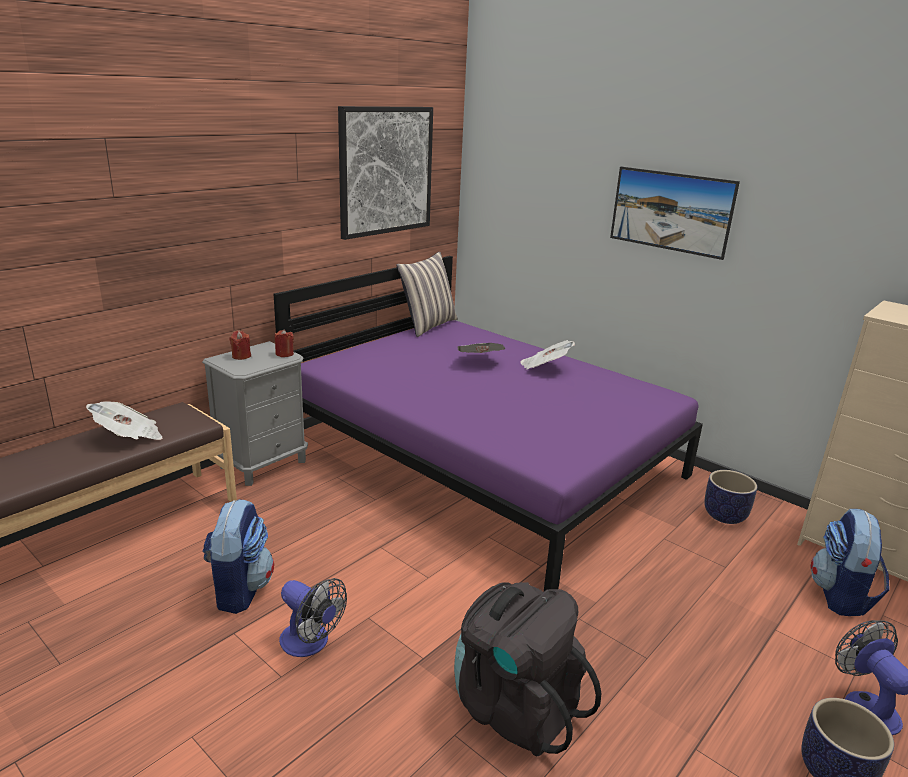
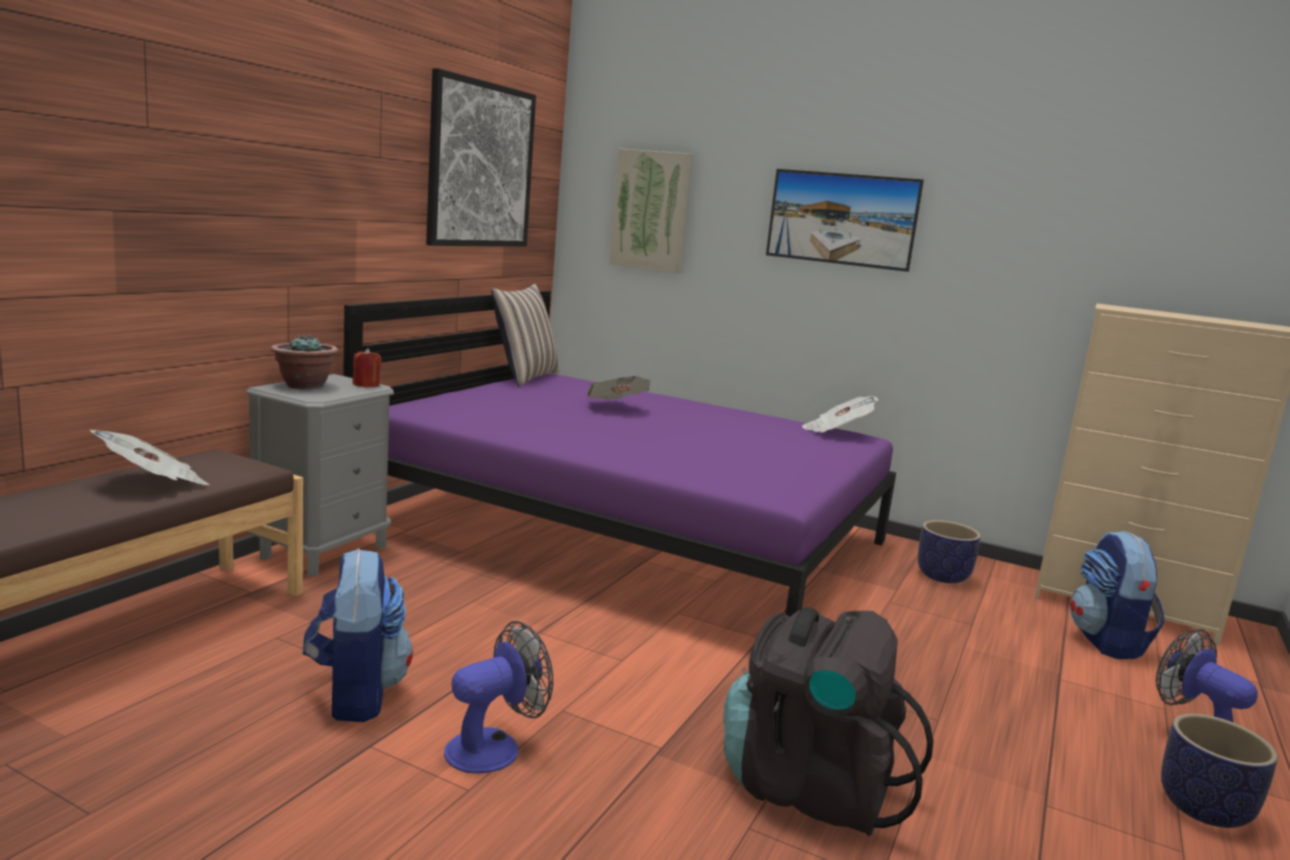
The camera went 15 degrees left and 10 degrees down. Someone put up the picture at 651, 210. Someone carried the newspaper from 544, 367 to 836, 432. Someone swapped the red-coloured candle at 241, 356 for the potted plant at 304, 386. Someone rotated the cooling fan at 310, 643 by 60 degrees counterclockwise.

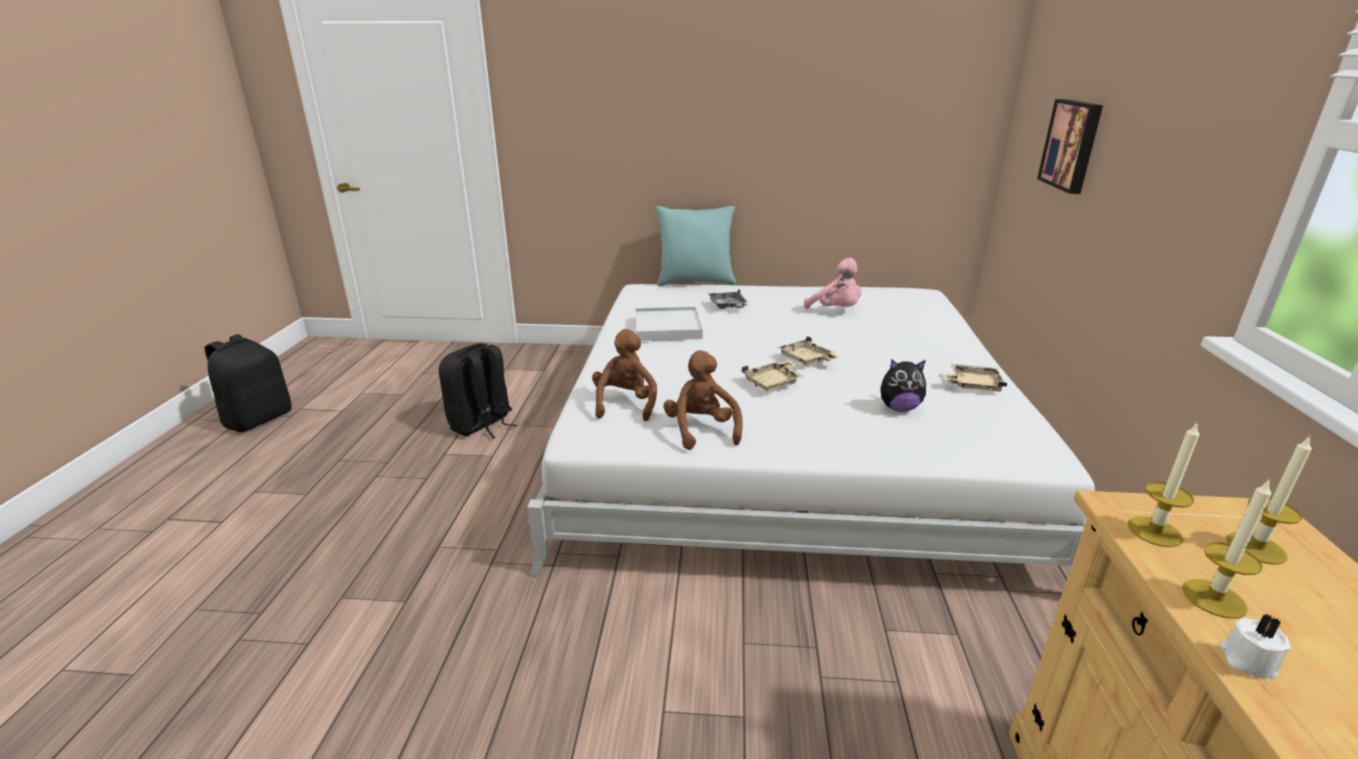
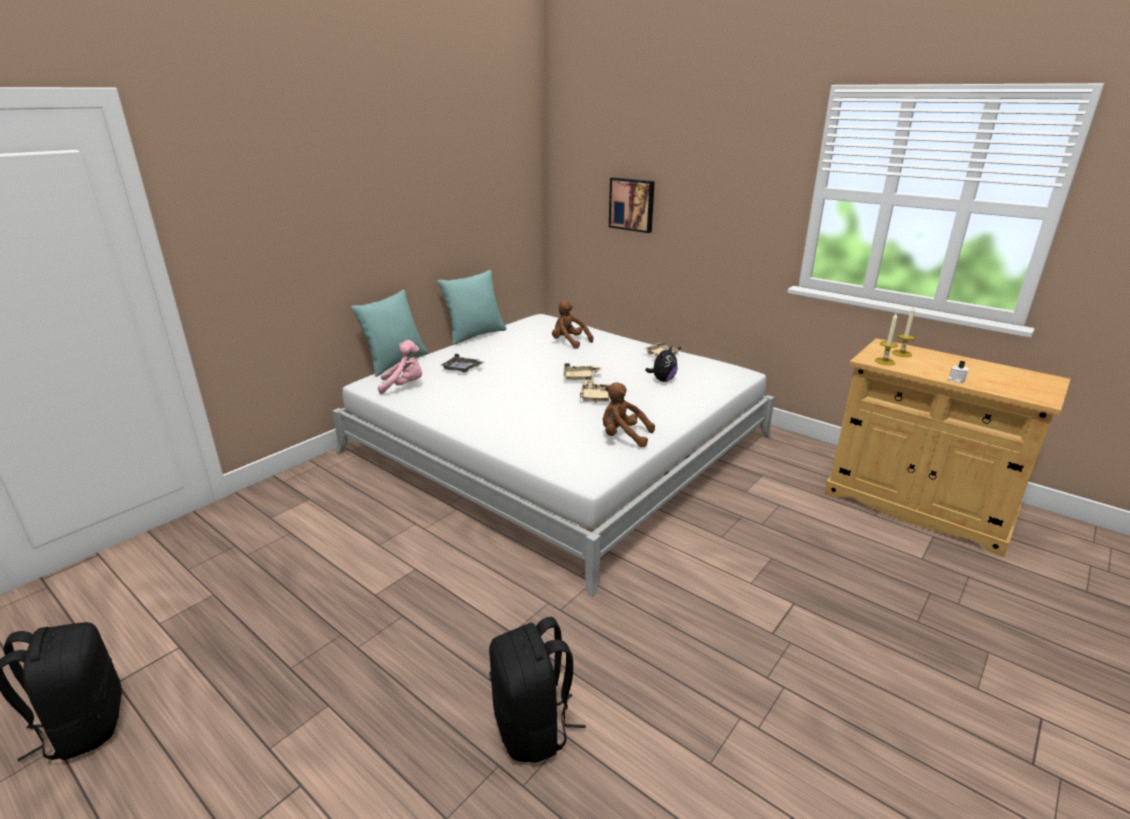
The camera went 55 degrees left and 0 degrees up. Someone took away the white-coloured serving tray at 667, 327. Someone took away the candle at 1214, 598. Someone put down the turquoise-coloured pillow at 475, 335. Someone carried the black knapsack from 481, 424 to 533, 727. Someone carried the brown-coloured cuddly toy from 625, 404 to 569, 342. Someone carried the pink cuddly toy from 836, 310 to 404, 386.

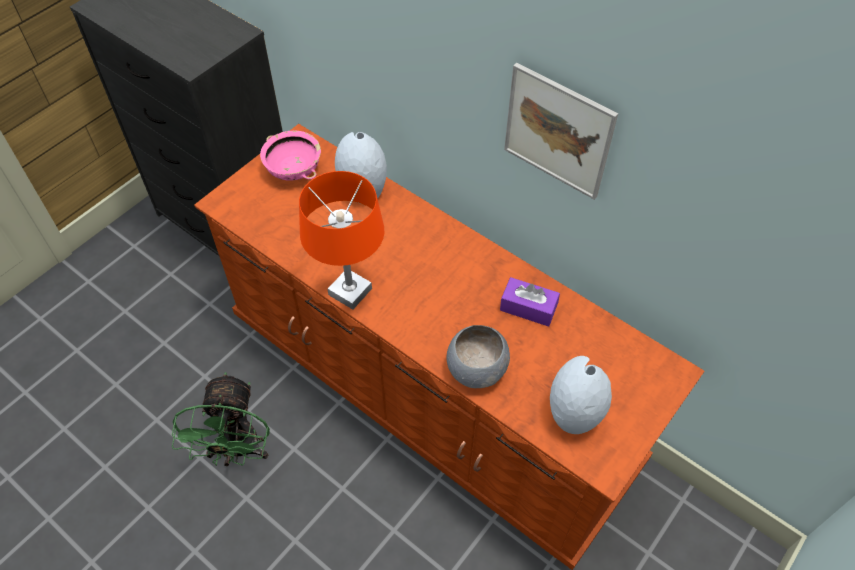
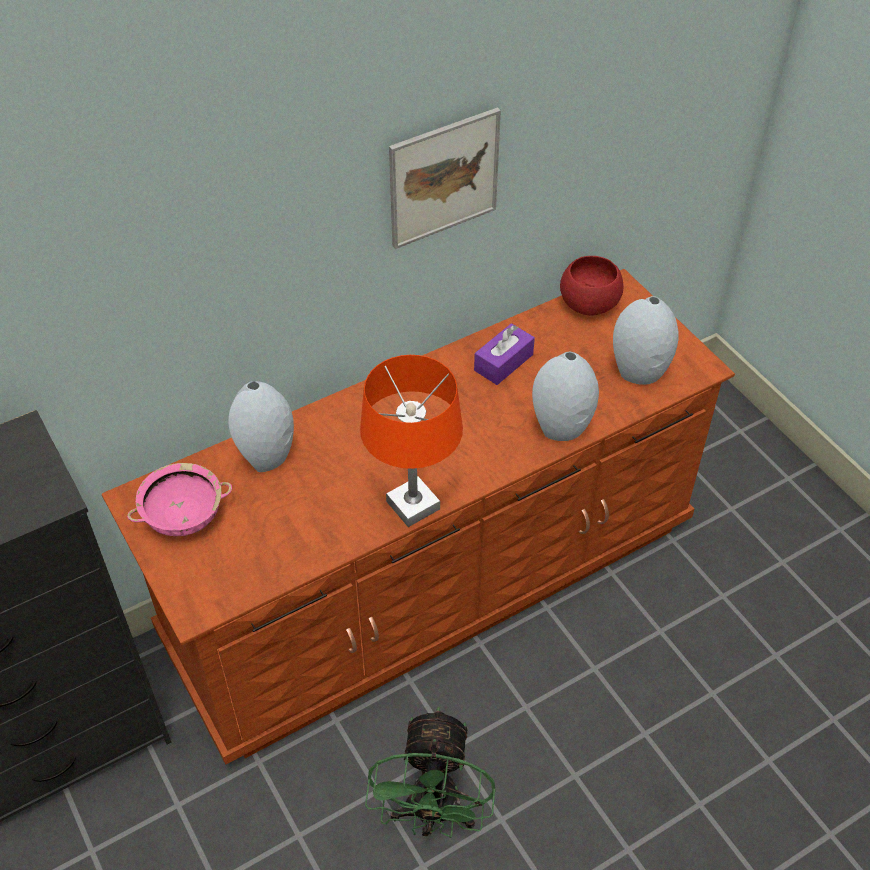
The camera went 70 degrees left and 5 degrees down. Someone put down the red-coloured bowl at 590, 304. Someone swapped the greyish bowl at 475, 369 for the greyish decorative vase at 561, 426. Someone rotated the greenish cooling fan at 238, 451 by 75 degrees clockwise.

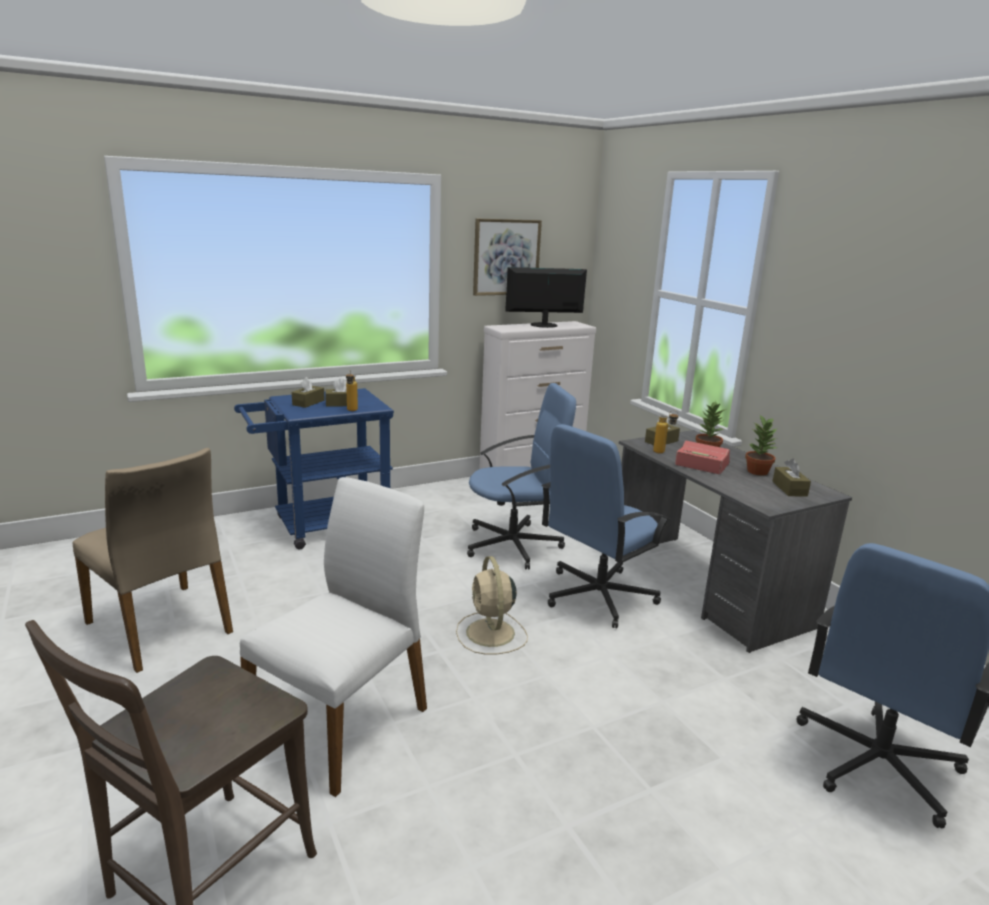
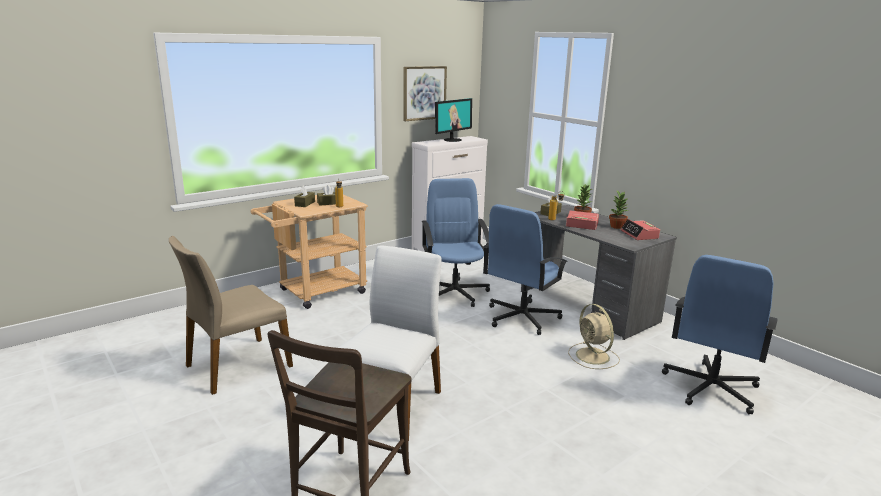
The camera went 10 degrees left and 0 degrees up. Someone carried the beige cooling fan from 491, 634 to 593, 357. Someone swapped the brown-coloured tissue box at 789, 489 for the table clock at 639, 235. Someone repainted the bluish wheeled cart at 322, 526, which became the beige wheeled cart at 316, 293. Someone rotated the beige plain chair at 162, 627 by 105 degrees clockwise. Someone rotated the bluish office chair at 514, 545 by 75 degrees counterclockwise. Someone rotated the monitor at 544, 325 by 150 degrees clockwise.

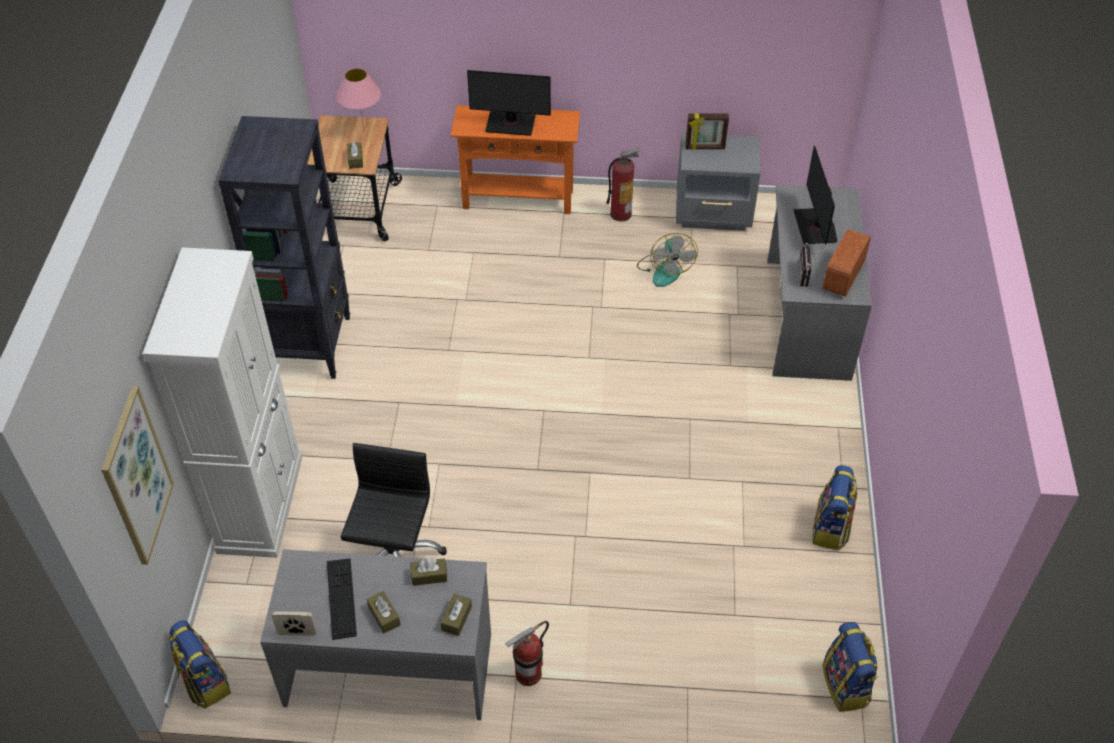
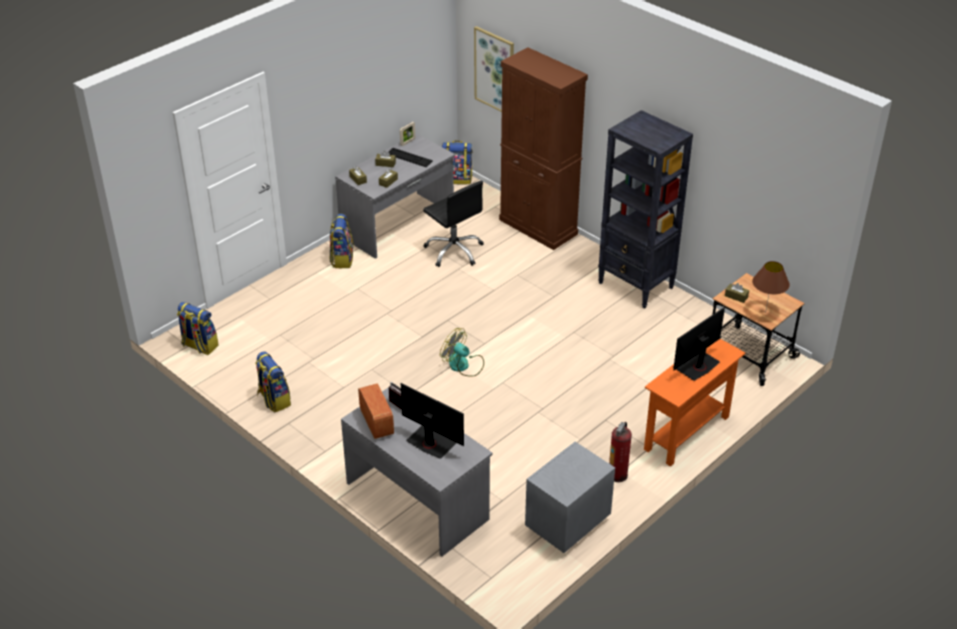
The camera went 130 degrees right and 10 degrees down. Someone took away the photo frame at 705, 148. Someone carried the cooling fan from 664, 269 to 463, 365. Someone swapped the fire extinguisher at 528, 674 for the knapsack at 342, 259. Someone repainted the white-coloured storage cabinet at 260, 504, which became the brown-coloured storage cabinet at 538, 227. Someone repainted the pink lamp for a table at 363, 131, which became the brown-coloured lamp for a table at 765, 312.

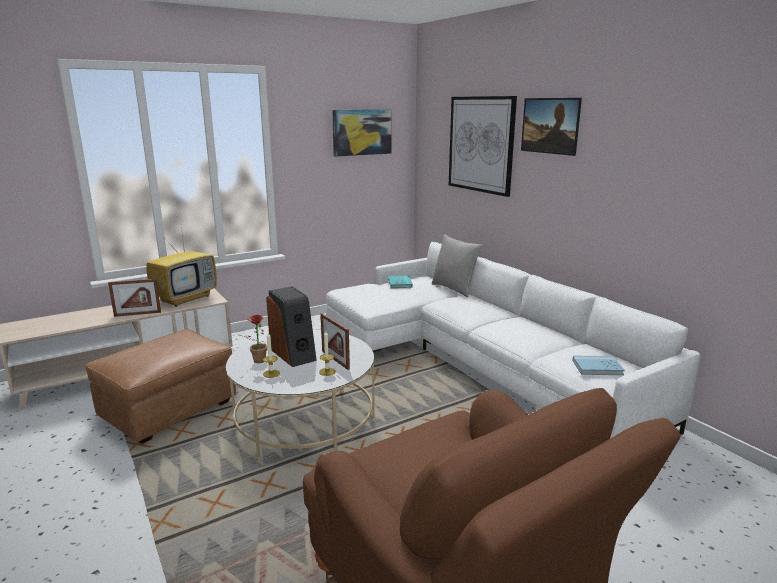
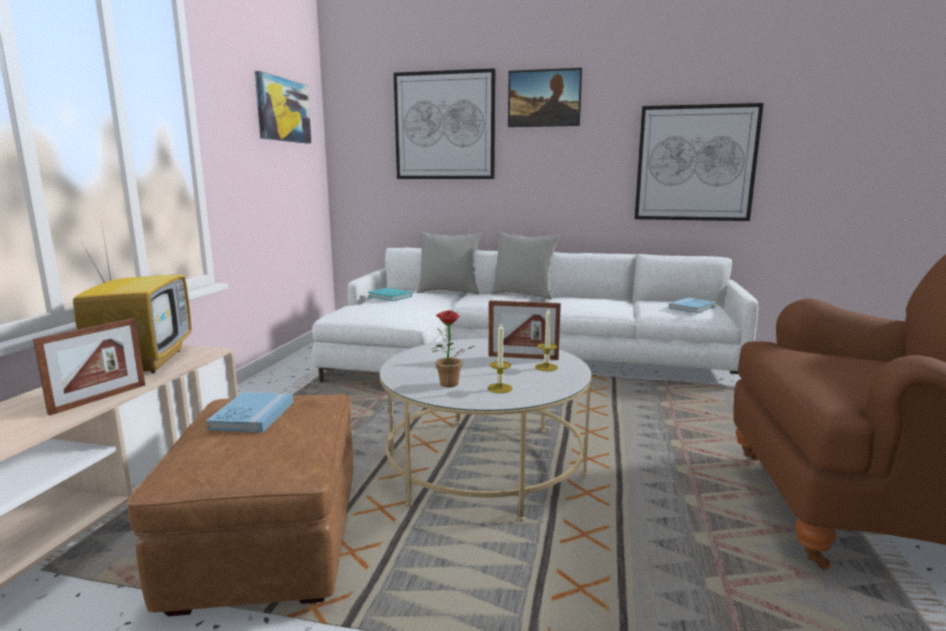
The camera went 45 degrees left and 5 degrees down. Someone took away the loudspeaker at 294, 354. Someone put down the bluish bound book at 252, 415. Someone put down the greyish pillow at 523, 295. Someone put up the picture at 695, 163.

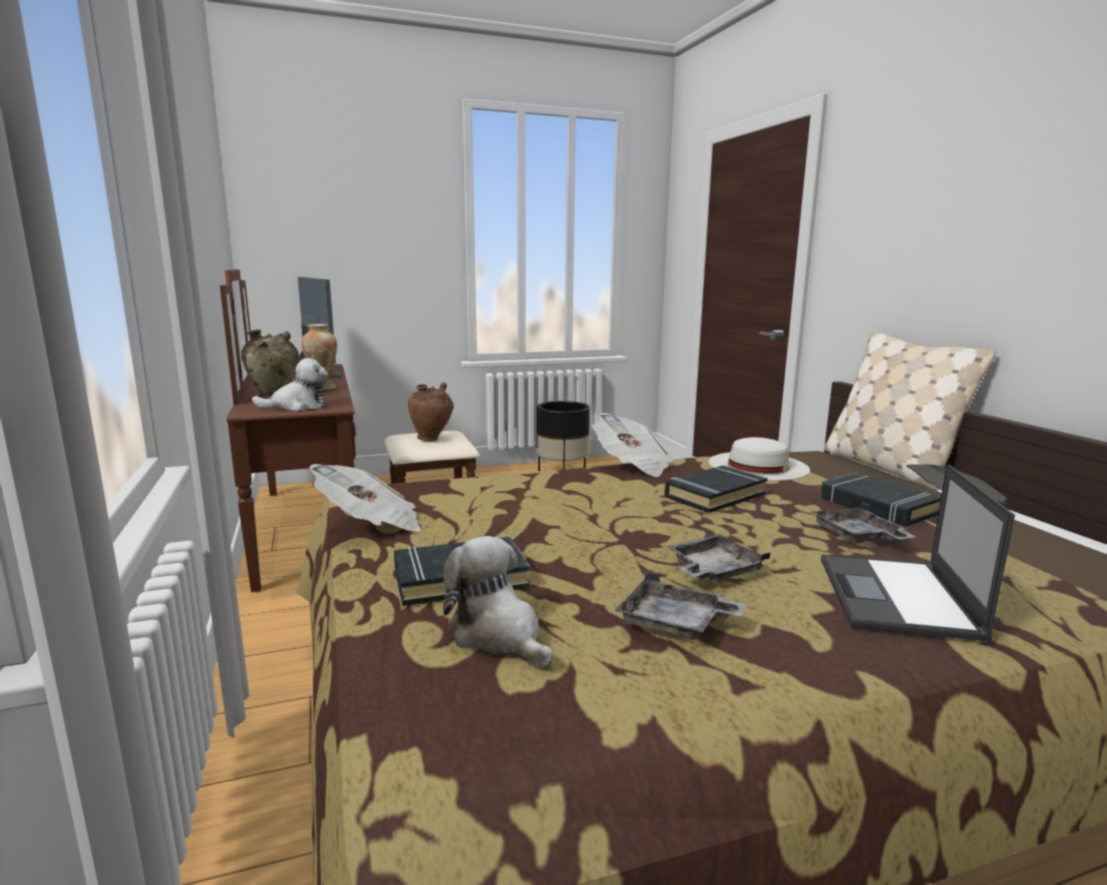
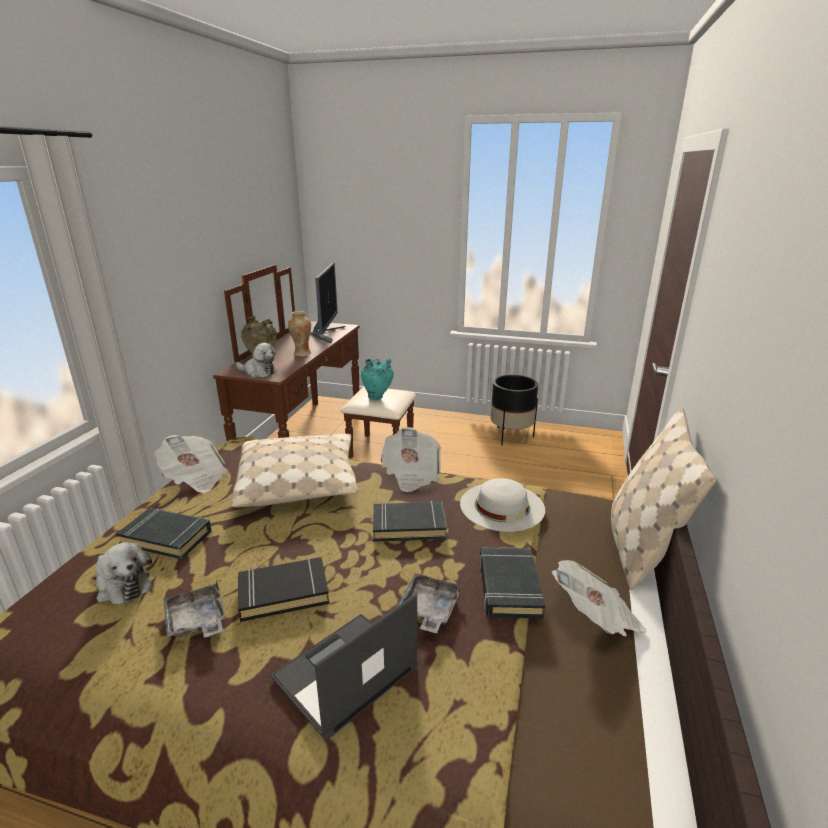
The camera went 35 degrees right and 10 degrees up. Someone put down the beige pillow at 299, 482. Someone swapped the greyish serving tray at 713, 571 for the black bound book at 283, 593. Someone repainted the brown-coloured decorative vase at 431, 439, which became the turquoise-coloured decorative vase at 377, 398. Someone rotated the cuddly toy at 498, 635 by 135 degrees clockwise.

